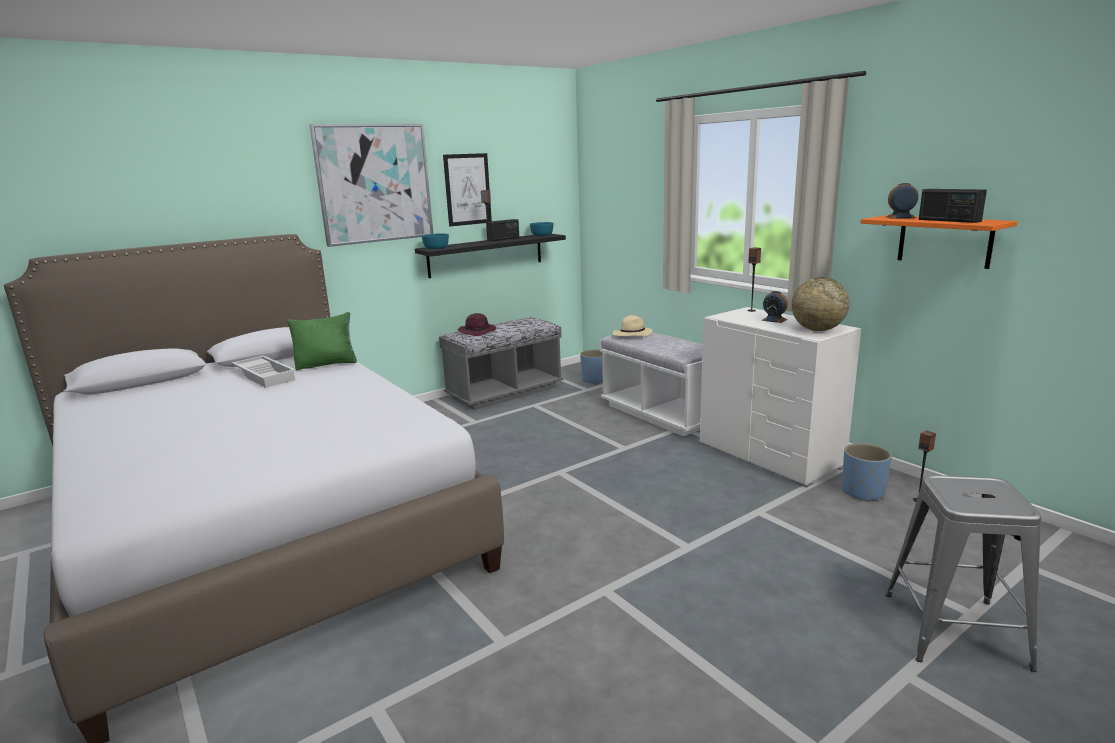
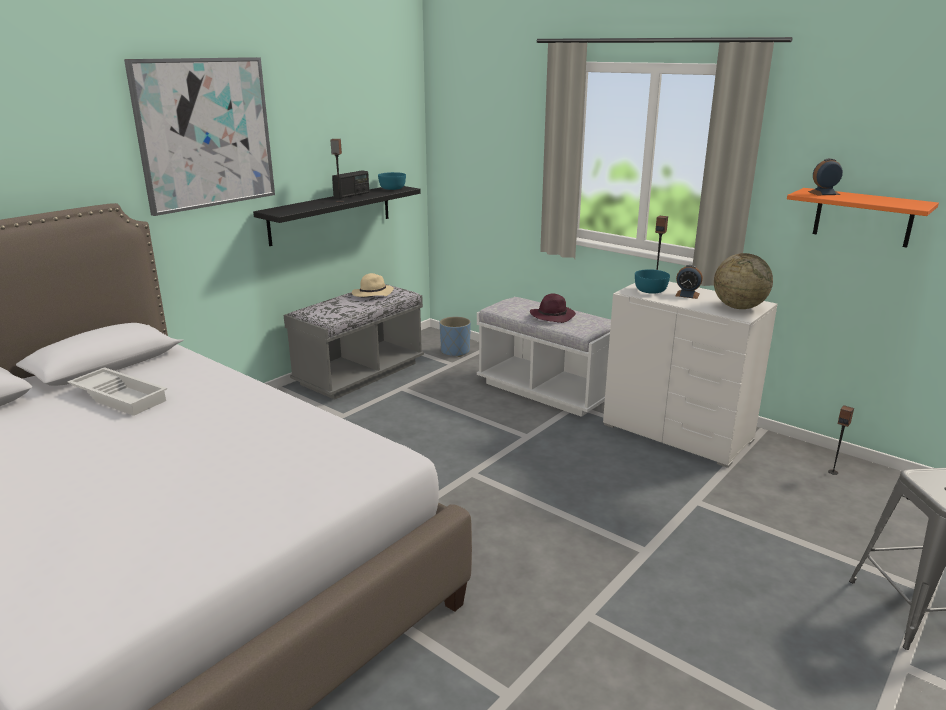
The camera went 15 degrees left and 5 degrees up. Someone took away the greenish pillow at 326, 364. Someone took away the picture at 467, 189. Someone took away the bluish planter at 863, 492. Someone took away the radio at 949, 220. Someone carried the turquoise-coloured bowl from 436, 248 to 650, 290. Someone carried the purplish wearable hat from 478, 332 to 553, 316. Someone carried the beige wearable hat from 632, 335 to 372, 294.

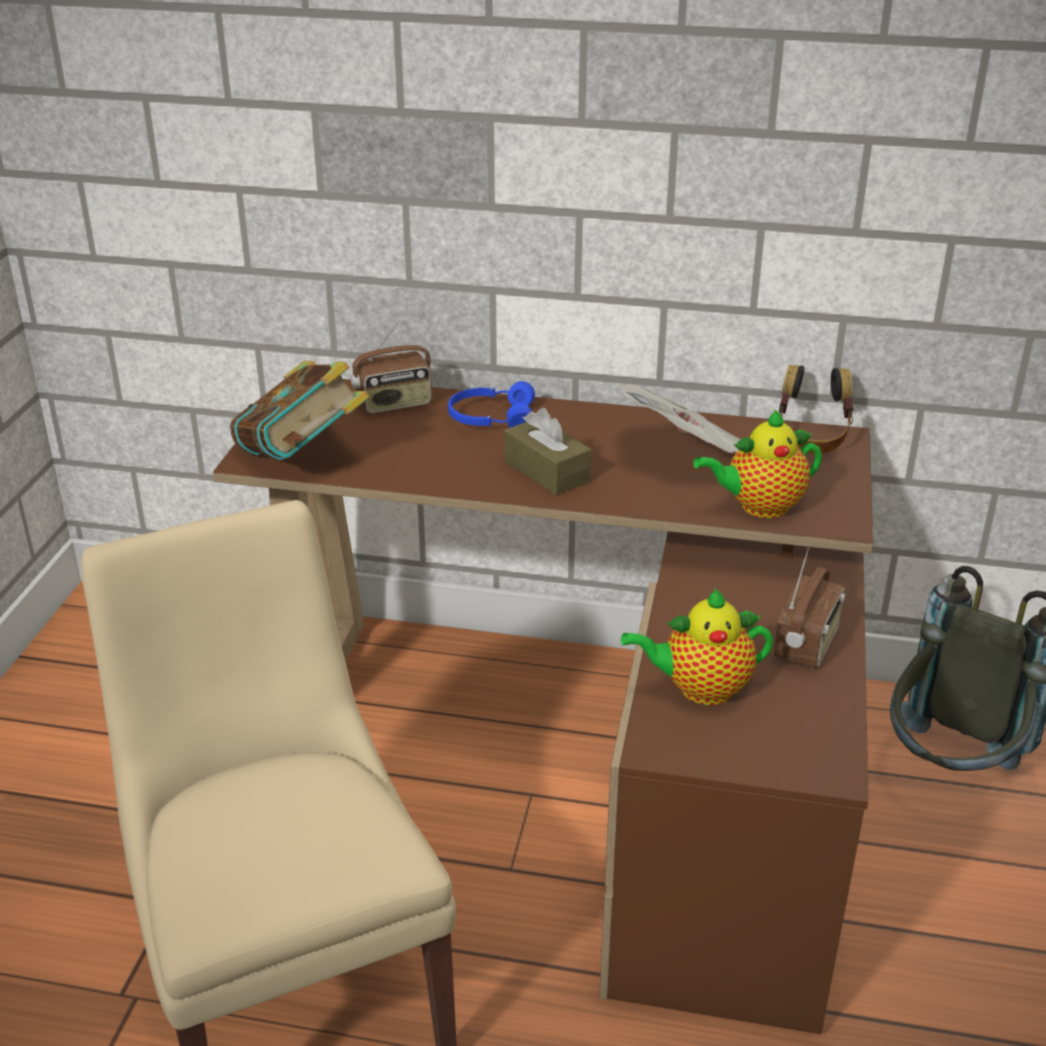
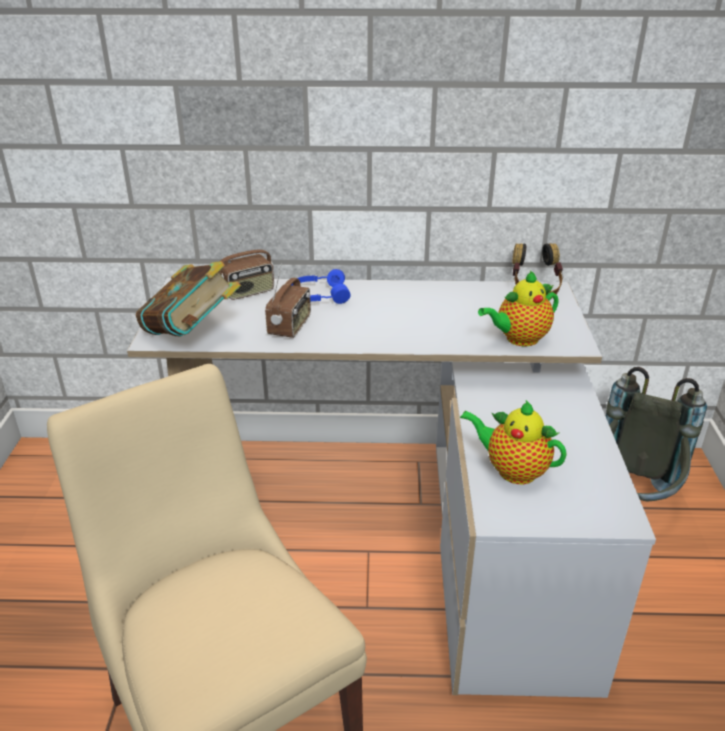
The camera went 10 degrees left and 0 degrees up. Someone took away the brown-coloured tissue box at 547, 471. Someone took away the newspaper at 689, 455. Someone carried the radio from 807, 645 to 290, 326. Someone repainted the brown-coloured desk unit at 592, 757, which became the white-coloured desk unit at 403, 520. Someone rotated the tea pot at 700, 689 by 45 degrees clockwise.

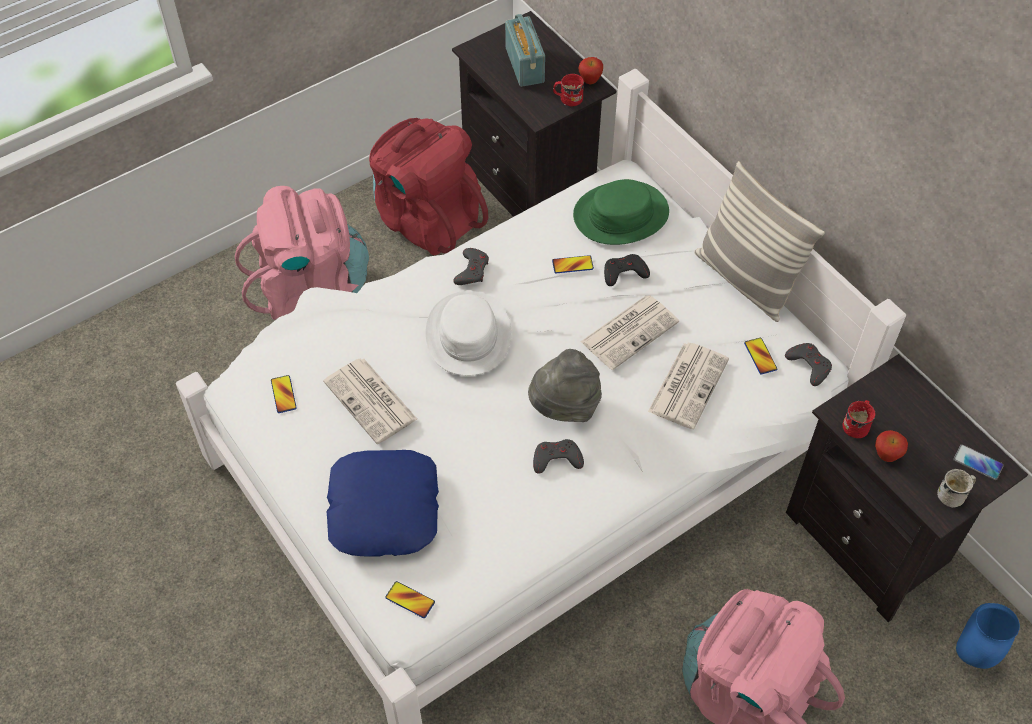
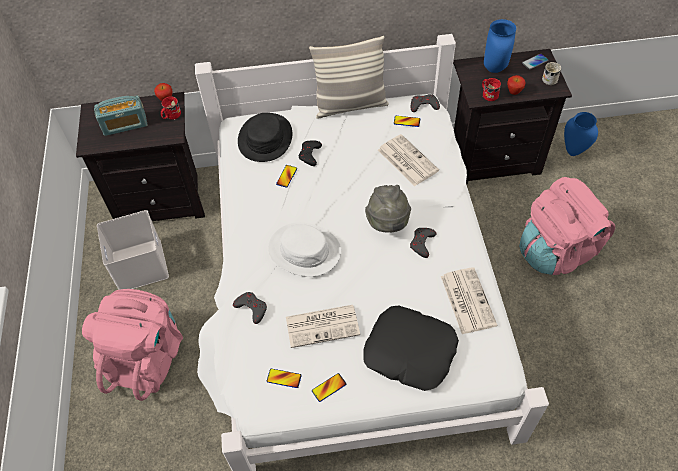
The camera went 60 degrees left and 0 degrees up. Someone put down the bluish decorative vase at 494, 69. Someone carried the telephone from 410, 600 to 329, 387. Someone carried the greyish gamepad from 472, 270 to 251, 308. Someone carried the newspaper from 630, 331 to 467, 300. Someone swapped the red-coloured knapsack at 426, 218 for the white-coloured storage box at 141, 265. Someone repainted the bluish pillow at 383, 509, which became the black pillow at 409, 352. Someone repainted the greenish wearable hat at 620, 214, which became the black wearable hat at 265, 138. Someone rotated the radio at 525, 65 by 150 degrees clockwise.

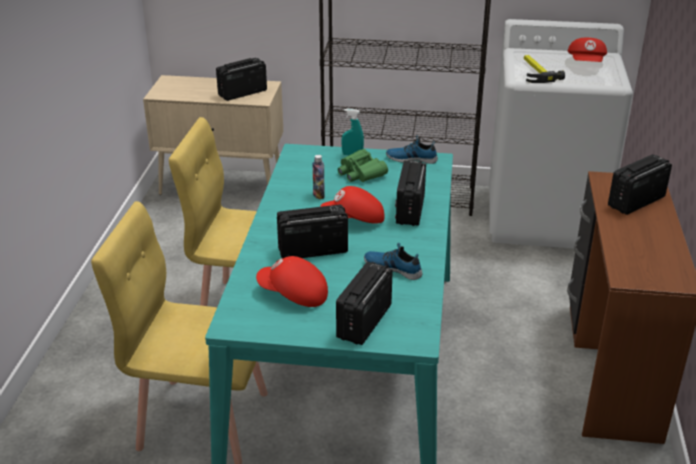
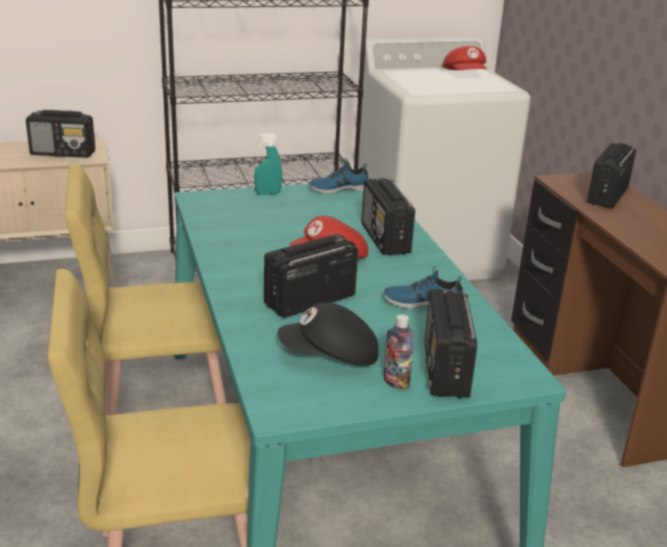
The camera went 25 degrees left and 5 degrees down. Someone took away the greenish field glasses at 360, 173. Someone took away the tool hammer at 535, 72. Someone carried the beverage bottle from 318, 195 to 396, 383. Someone repainted the red-coloured baseball cap at 293, 295, which became the black baseball cap at 330, 356. Someone rotated the radio at 242, 93 by 120 degrees counterclockwise.

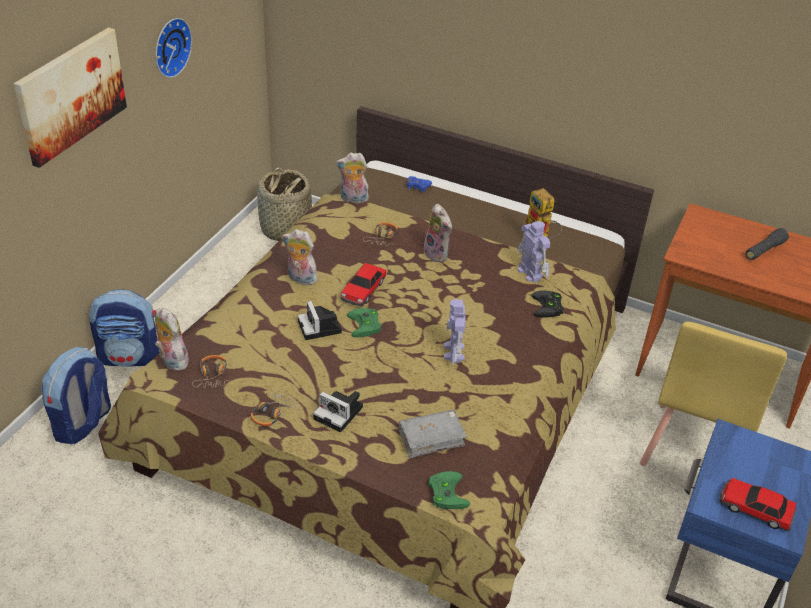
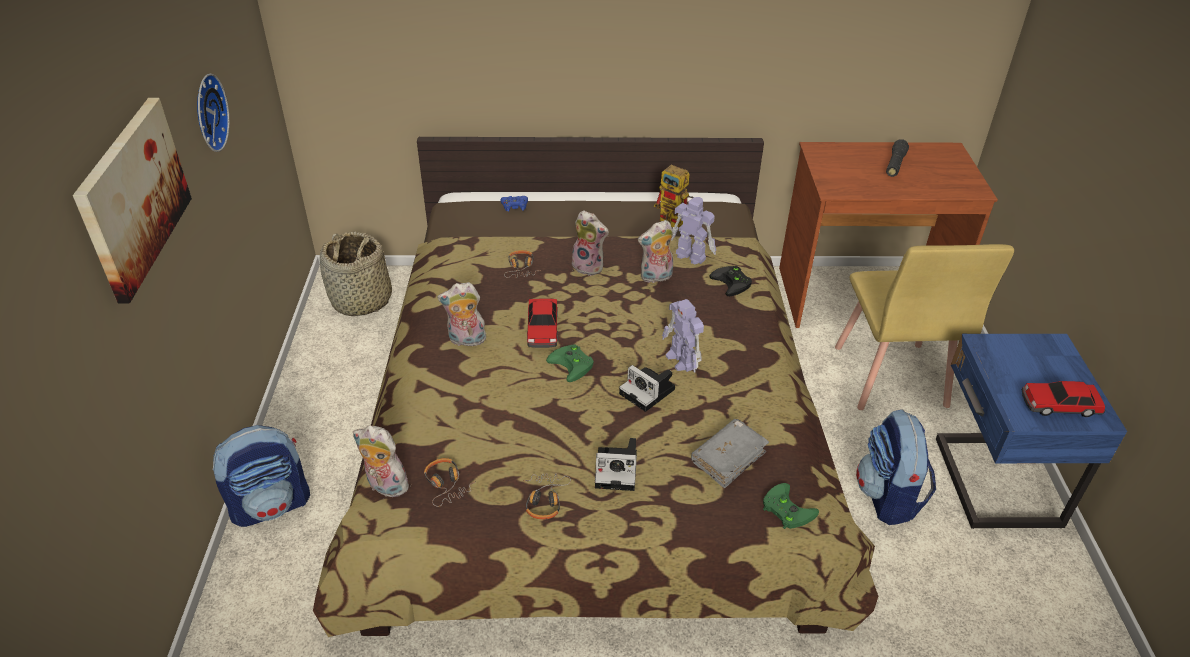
The camera went 25 degrees left and 0 degrees up. Someone carried the knapsack from 83, 423 to 888, 497. Someone carried the photo camera from 320, 328 to 649, 392. Someone carried the cuddly toy from 353, 199 to 656, 277.

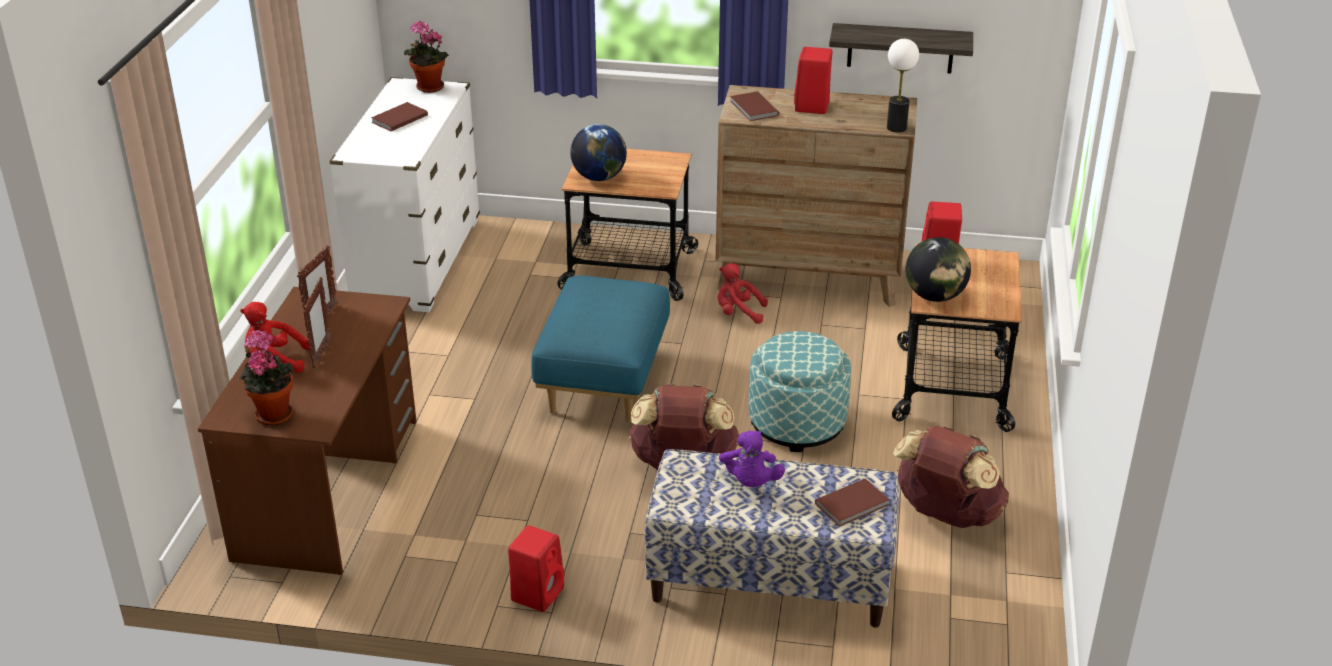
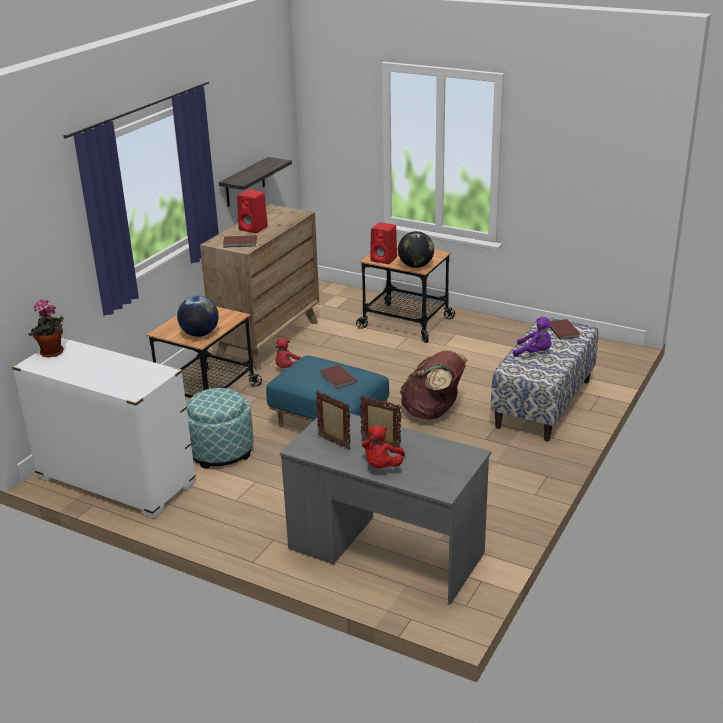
The camera went 70 degrees left and 5 degrees down. Someone took away the potted plant at 272, 413. Someone took away the red-coloured loudspeaker at 538, 593. Someone took away the lamp for a table at 896, 128. Someone took away the brown-coloured knapsack at 946, 515. Someone carried the brown-coloured bound book from 398, 119 to 337, 378. Someone carried the ottoman from 797, 423 to 221, 451. Someone repainted the brown-coloured desk unit at 329, 488, which became the greyish desk unit at 385, 551.

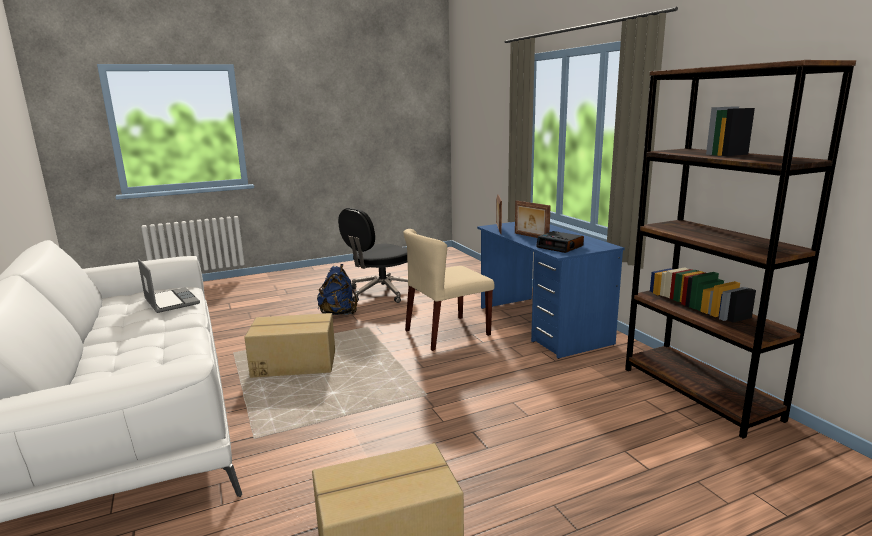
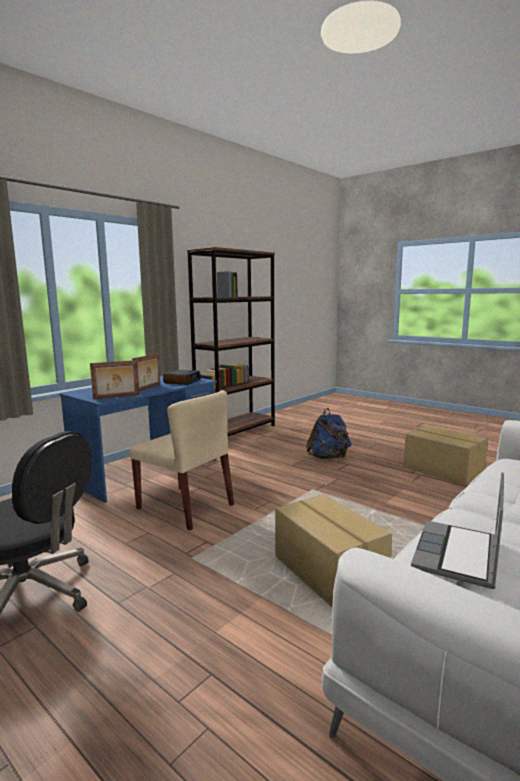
The camera went 115 degrees left and 5 degrees down. Someone carried the bluish knapsack from 339, 313 to 328, 458.

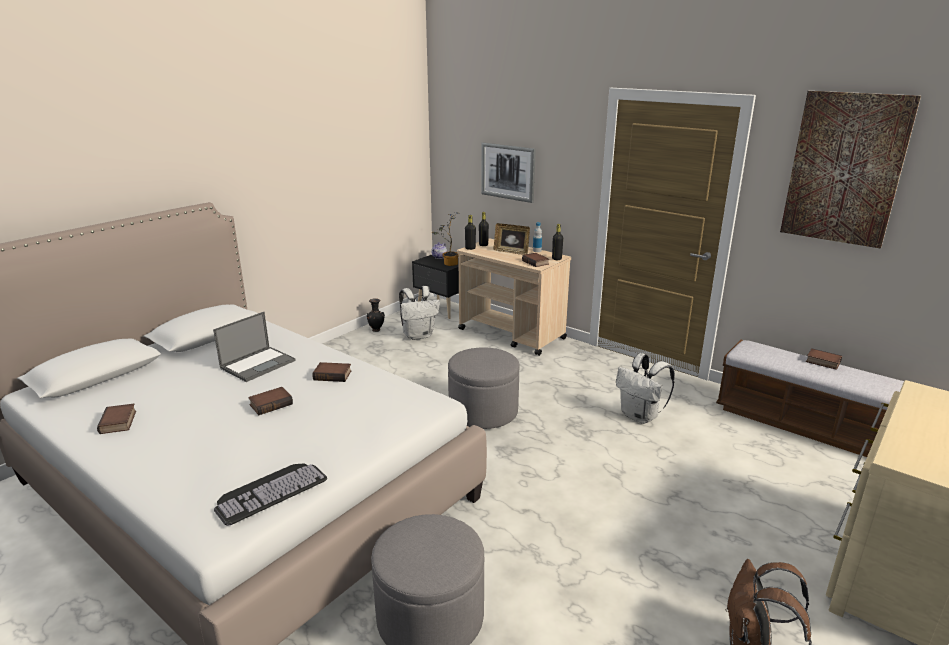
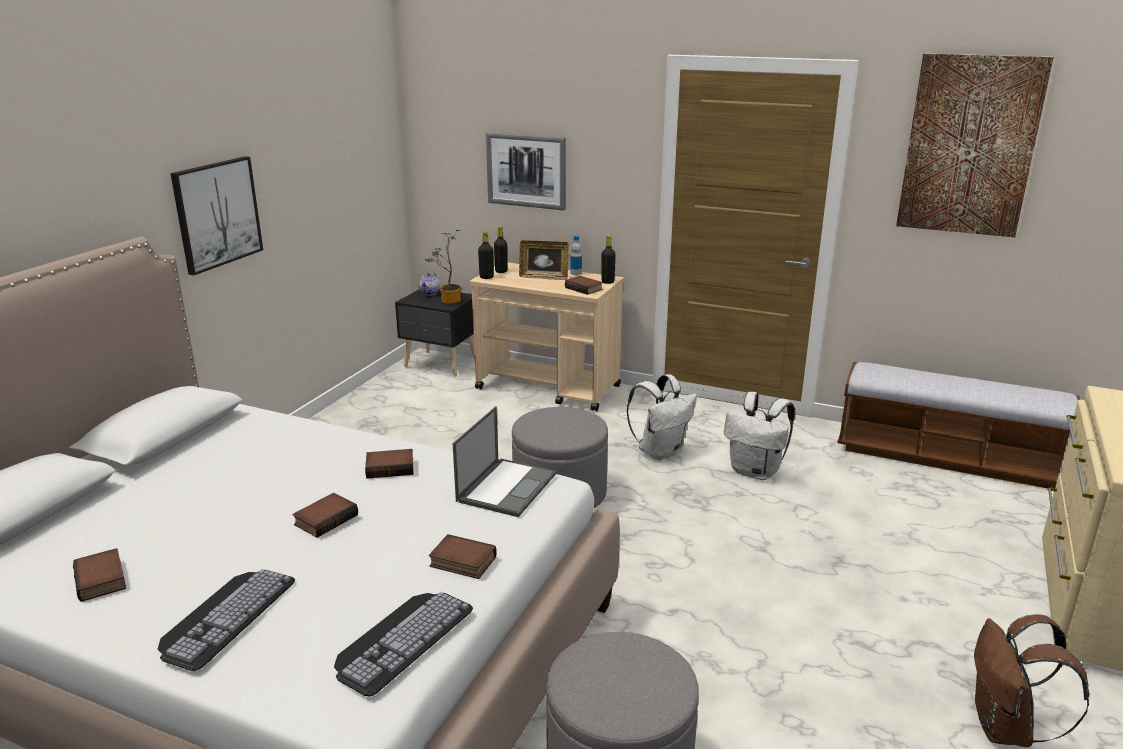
The camera went 15 degrees left and 0 degrees up. Someone took away the black decorative vase at 376, 330. Someone put down the keyboard at 225, 614. Someone put up the picture at 217, 214. Someone carried the notebook computer from 258, 364 to 507, 487. Someone carried the white-coloured knapsack from 418, 335 to 660, 451. Someone carried the bound book from 822, 362 to 461, 562.

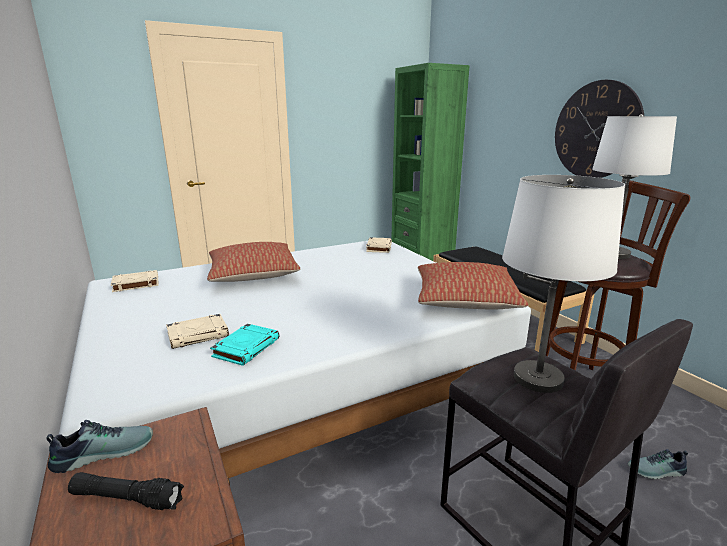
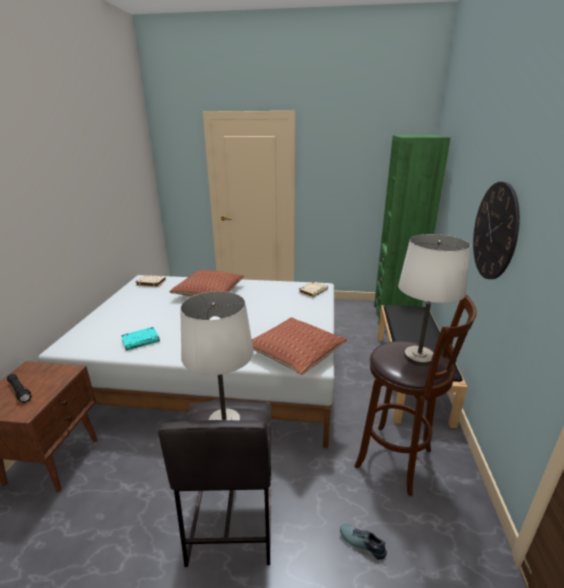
The camera went 35 degrees right and 5 degrees up. Someone took away the item of footwear at 104, 451. Someone took away the beige bound book at 198, 335.

